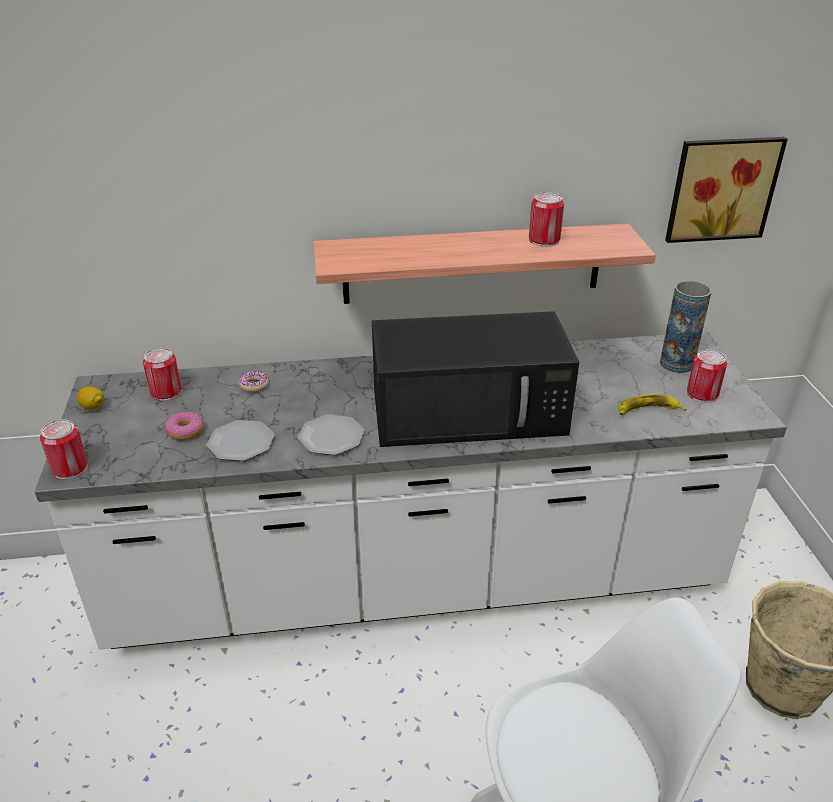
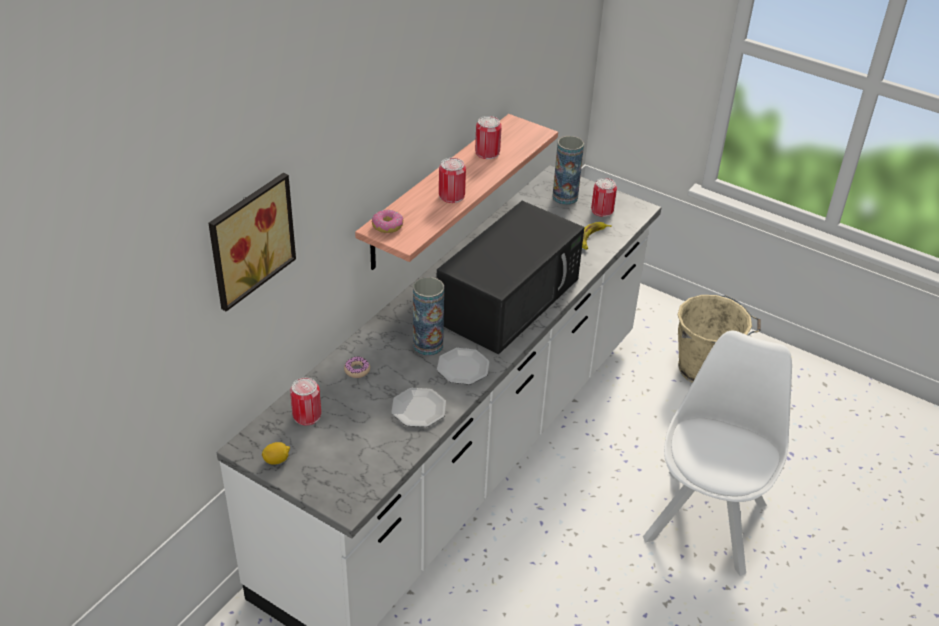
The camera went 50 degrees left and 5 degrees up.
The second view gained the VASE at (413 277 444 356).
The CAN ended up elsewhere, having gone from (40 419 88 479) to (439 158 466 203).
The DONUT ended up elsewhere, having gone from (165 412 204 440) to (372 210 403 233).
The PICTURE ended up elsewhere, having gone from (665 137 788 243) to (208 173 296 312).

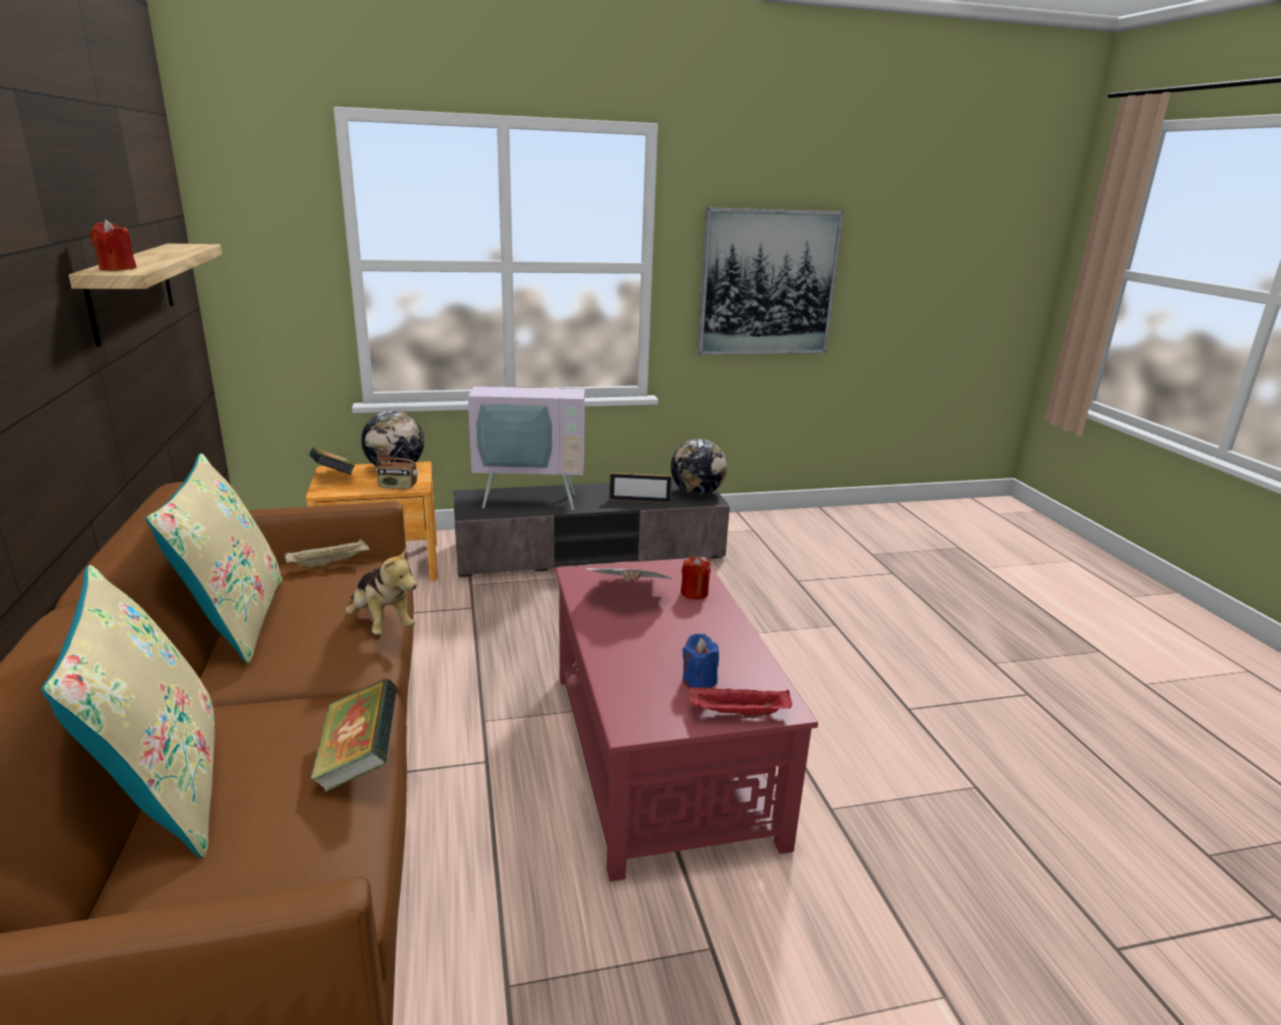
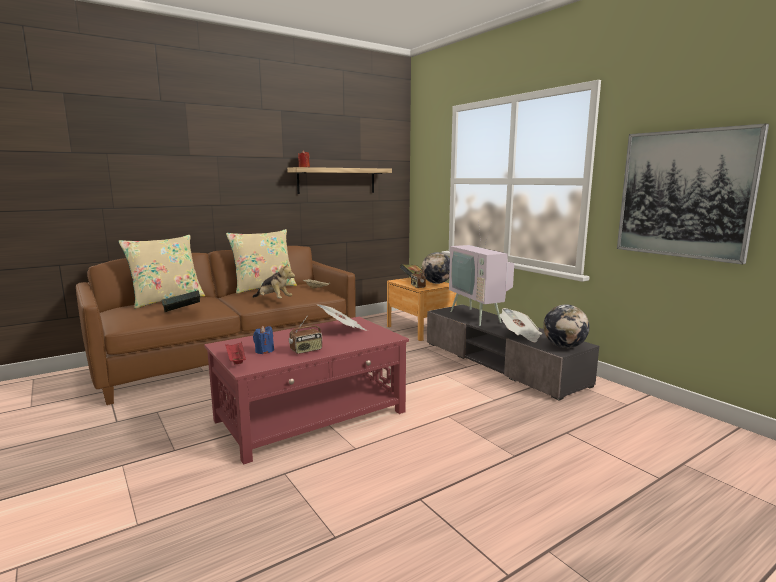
The camera went 70 degrees right and 10 degrees down.
The second view lost the RED CANDLE at (681 556 711 600).
The second view gained the RADIO at (289 315 322 354).
Where the PICTURE FRAME stood at (609 473 672 503), the NEWSPAPER came to stand at (500 308 542 343).
The PLUSH TOY at (346 546 417 635) ended up facing another way, 90 degrees counterclockwise from before.

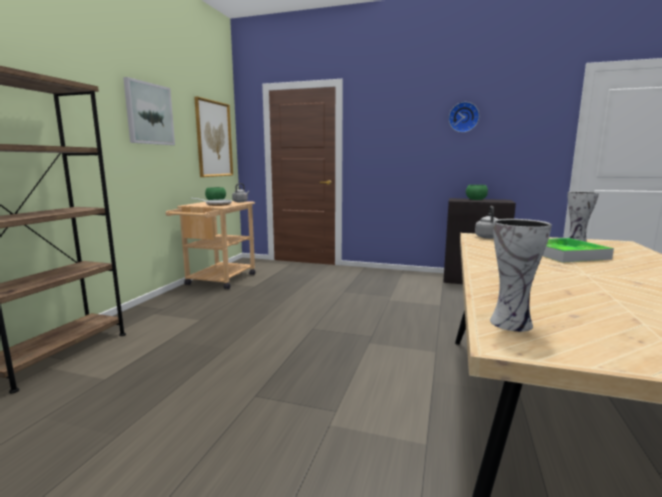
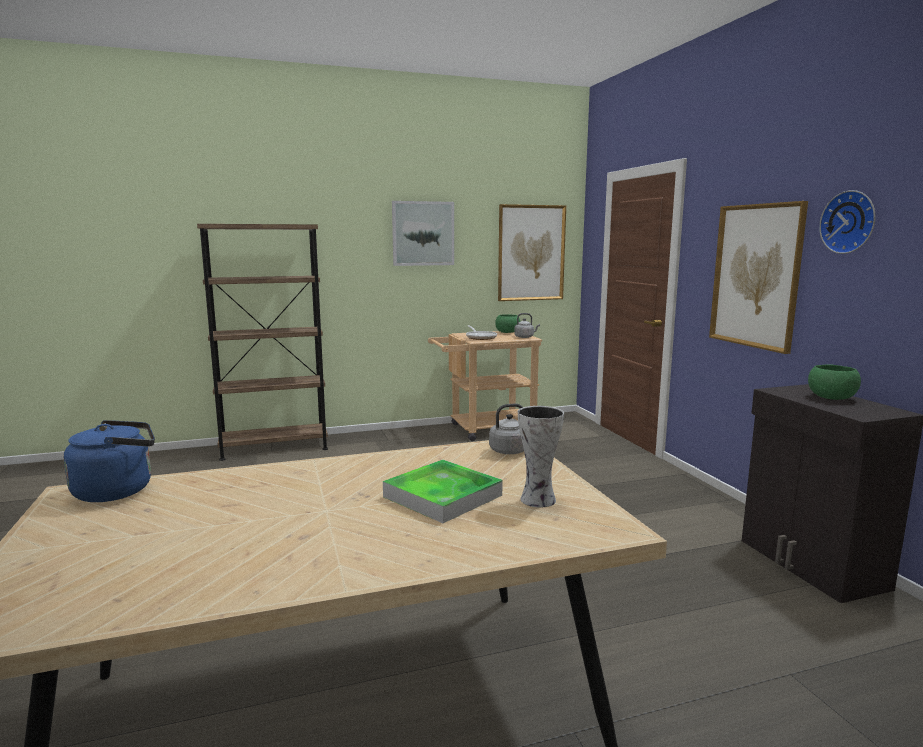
The camera went 55 degrees right and 0 degrees up.
The second view gained the PICTURE at (709 201 808 354).
Where the VASE stood at (490 219 552 332), the BLUE KETTLE came to stand at (64 420 155 502).

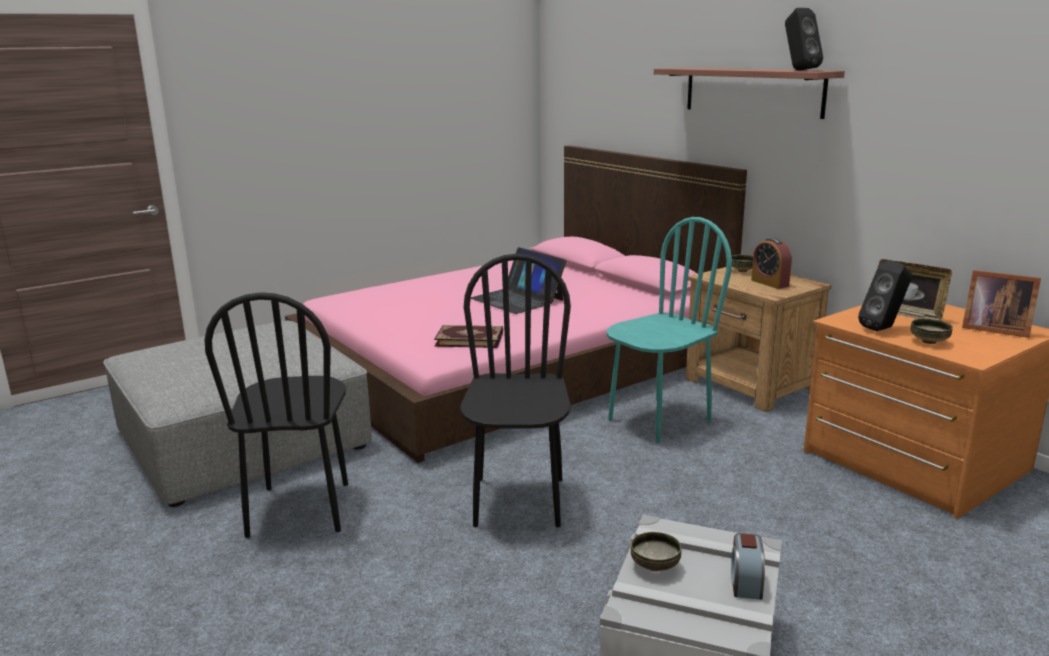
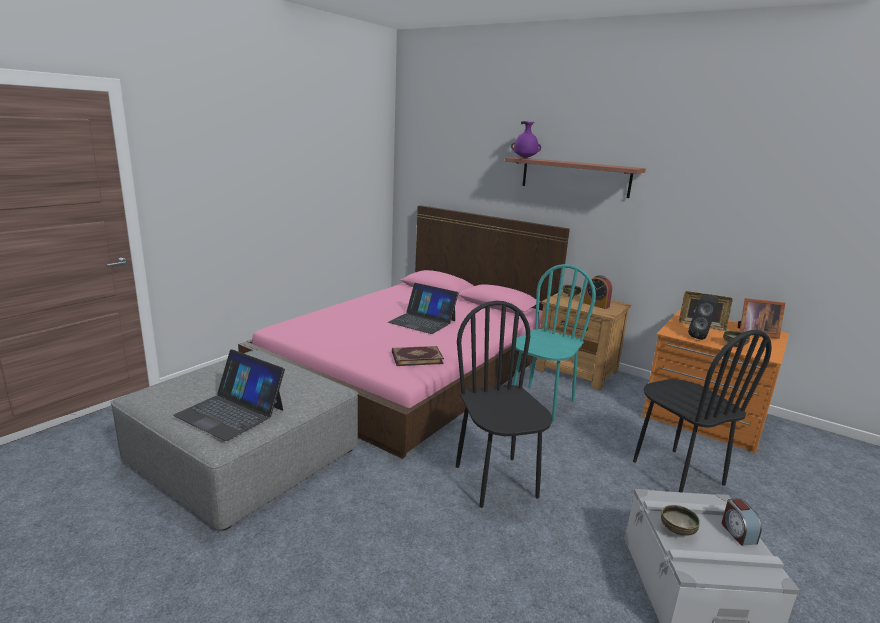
The camera went 20 degrees left and 0 degrees up.
The second view lost the BLACK SPEAKER at (785 8 823 71).
The second view gained the LAPTOP at (173 349 285 441).
The second view gained the PURPLE VASE at (511 121 541 158).
The BLACK CHAIR ended up elsewhere, having gone from (204 292 348 538) to (633 330 772 493).

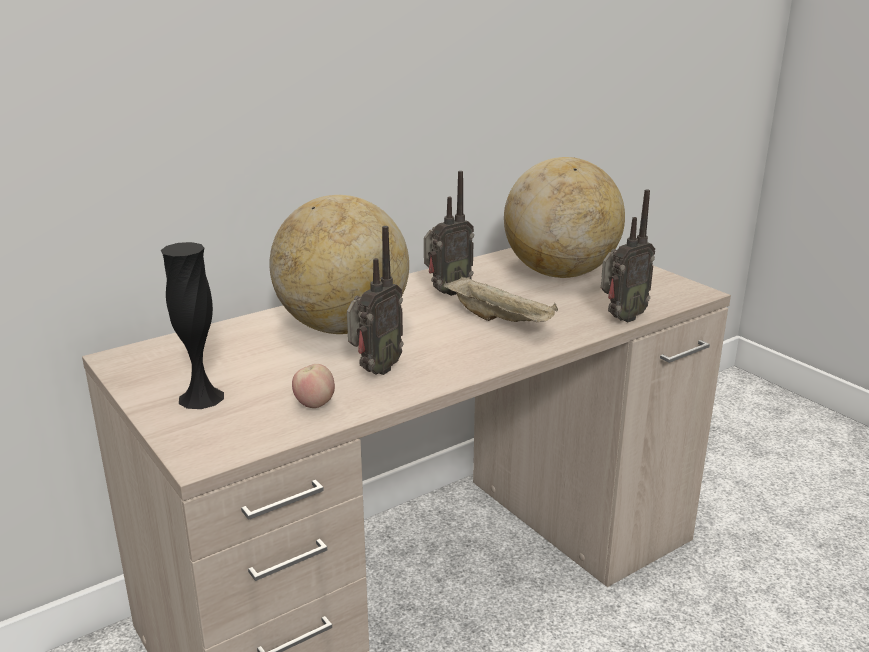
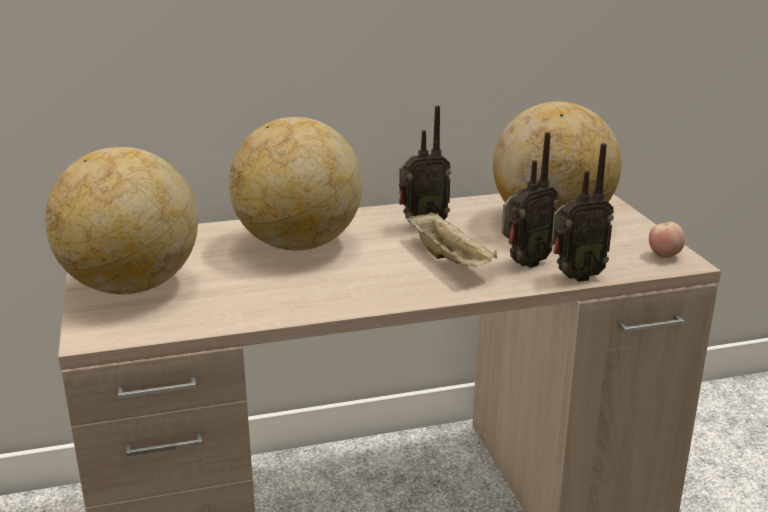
The camera went 20 degrees right and 0 degrees up.
The APPLE ended up elsewhere, having gone from (292 364 335 408) to (649 222 685 258).
The RADIO ended up elsewhere, having gone from (347 226 403 375) to (502 132 558 268).
Where the BLACK VASE stood at (161 242 224 409), the GLOBE came to stand at (45 147 198 294).

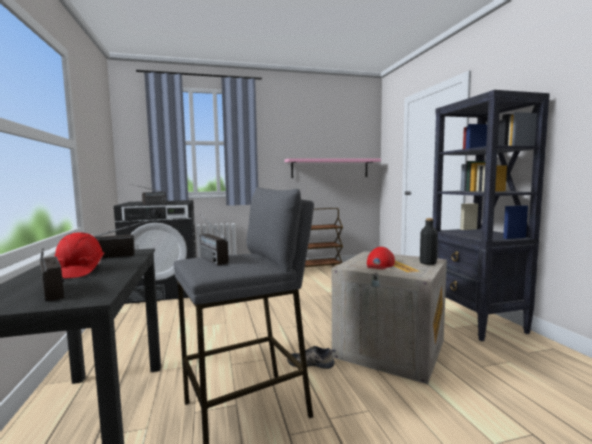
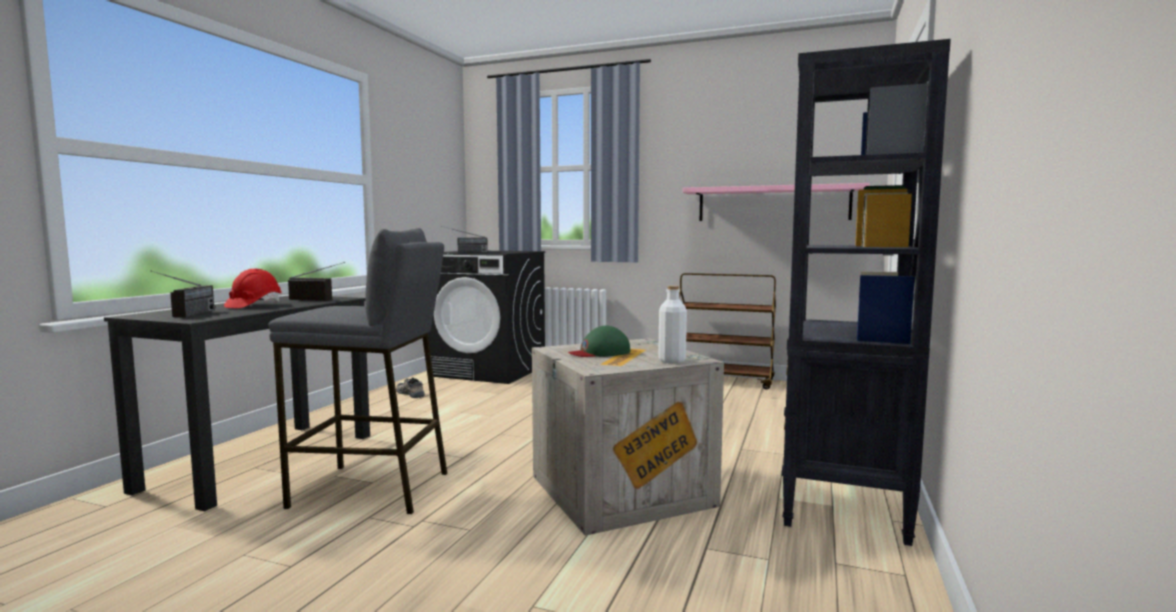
The camera went 35 degrees right and 0 degrees up.
The second view lost the RADIO at (200 214 229 265).
The SHOE ended up elsewhere, having gone from (287 346 336 369) to (396 377 425 398).
What was the RED CAP at (367 247 395 269) turned into the GREEN CAP at (568 326 630 357).
What was the BLACK BOTTLE at (420 218 438 265) turned into the WHITE BOTTLE at (658 285 687 363).

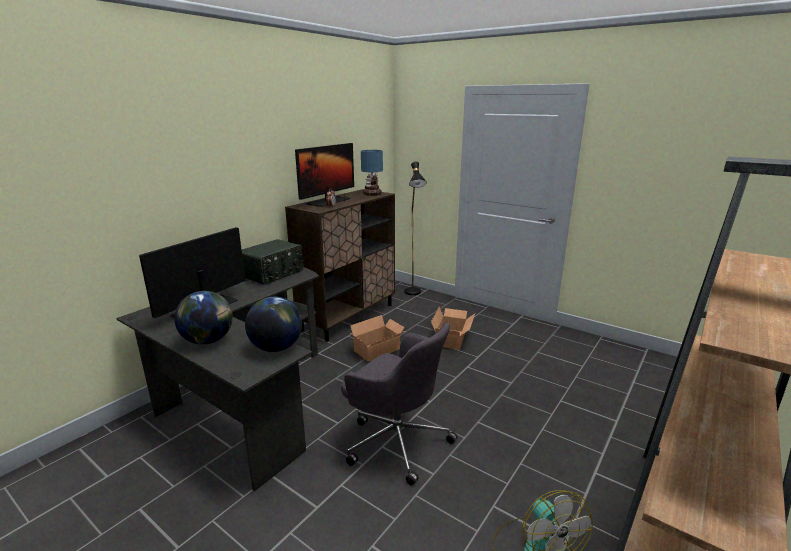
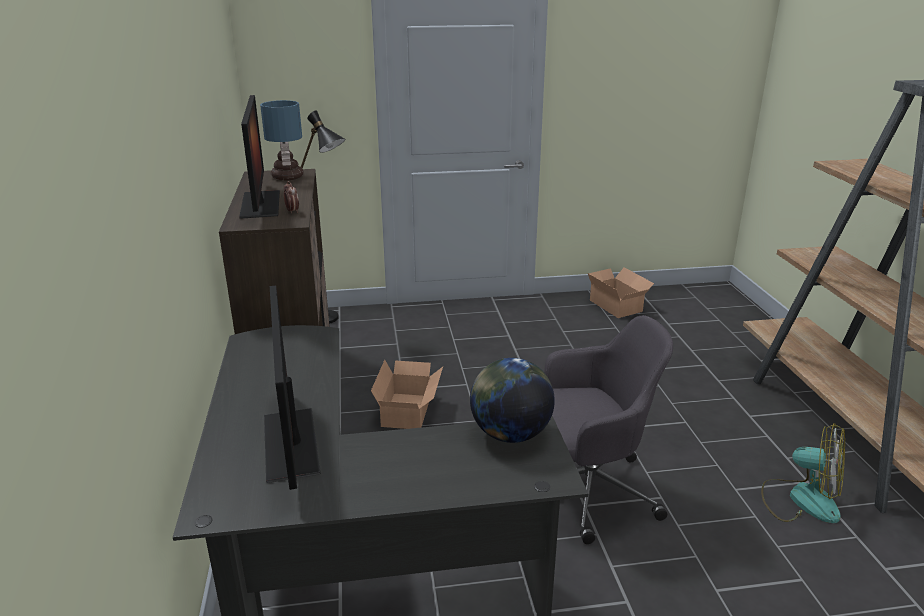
The camera went 45 degrees left and 5 degrees up.
The second view lost the GLOBE at (174 291 233 345).
The second view lost the RADIO at (242 239 304 285).
The CARDBOARD BOX ended up elsewhere, having gone from (431 307 475 350) to (588 267 654 318).

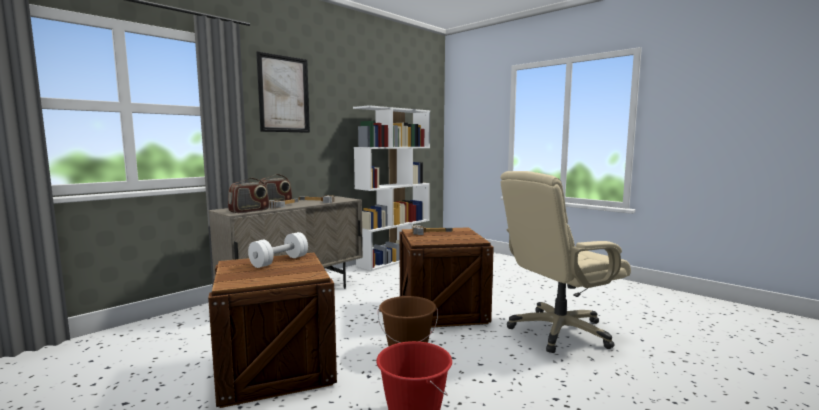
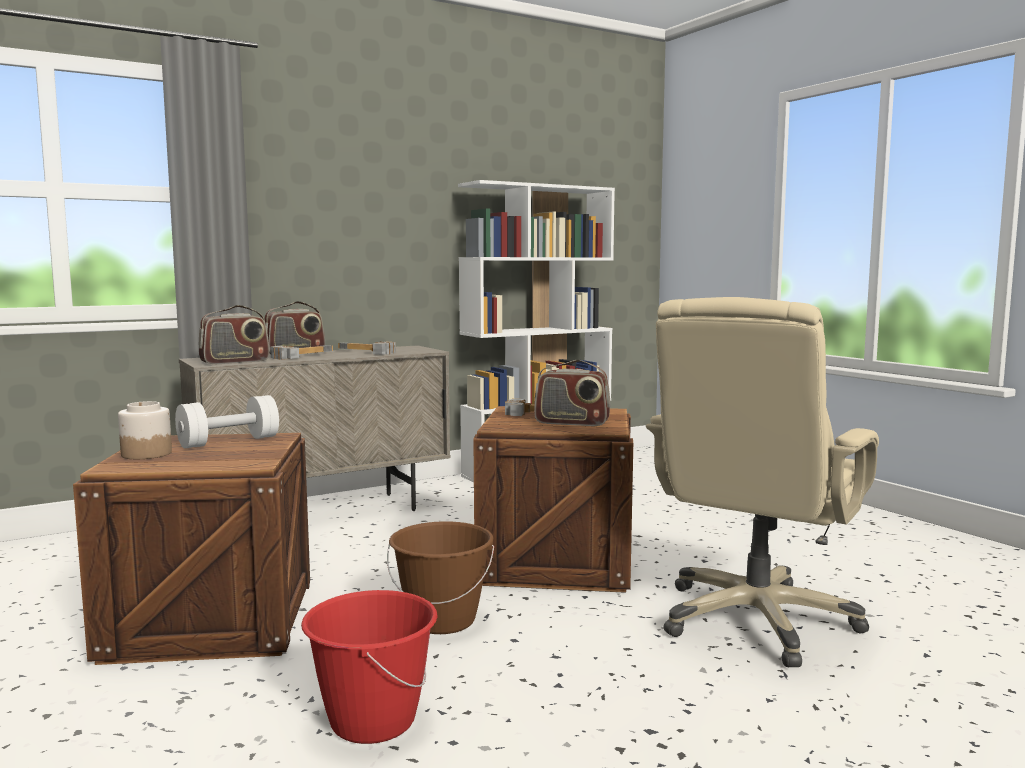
The camera went 15 degrees right and 0 degrees up.
The second view lost the PICTURE at (256 51 310 133).
The second view gained the JAR at (118 401 172 459).
The second view gained the RADIO at (534 360 611 426).
The BEIGE OFFICE CHAIR at (500 171 631 353) ended up facing another way, 45 degrees counterclockwise from before.

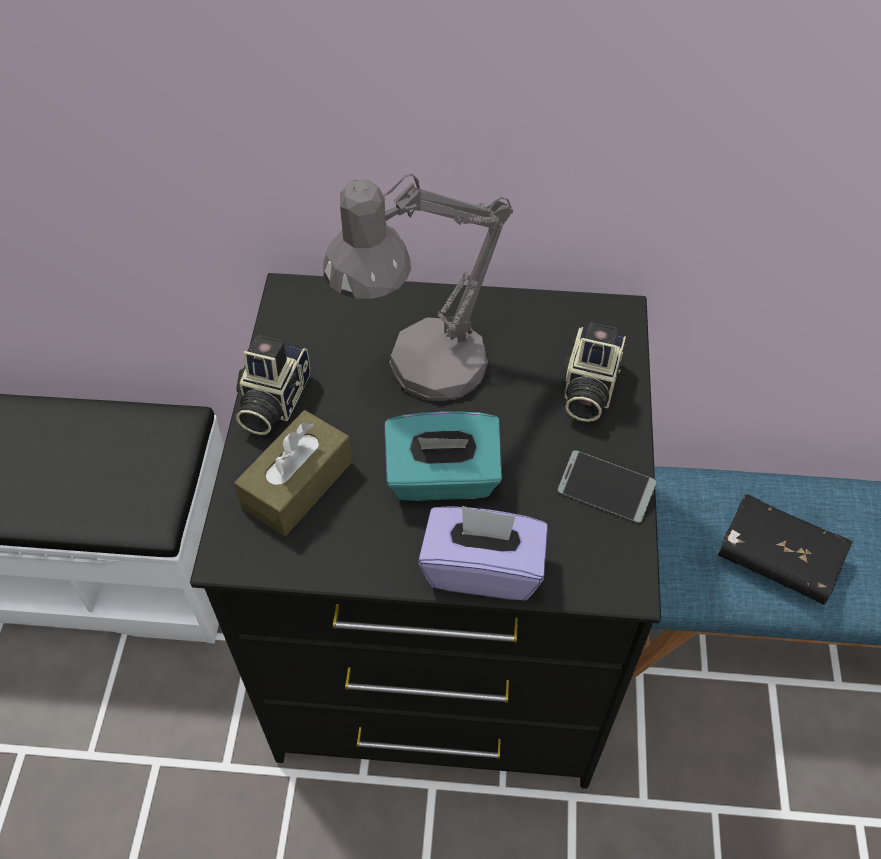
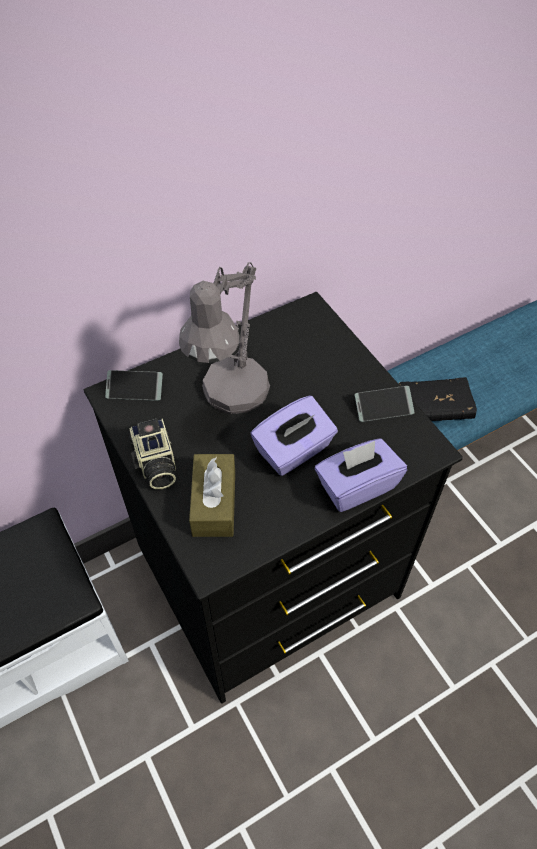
The camera went 35 degrees left and 0 degrees up.
The second view lost the PHOTO CAMERA at (560 323 626 422).
The second view gained the PHONE at (105 370 163 401).
What was the TURQUOISE TISSUE BOX at (385 411 502 501) turned into the PURPLE TISSUE BOX at (251 395 338 476).

